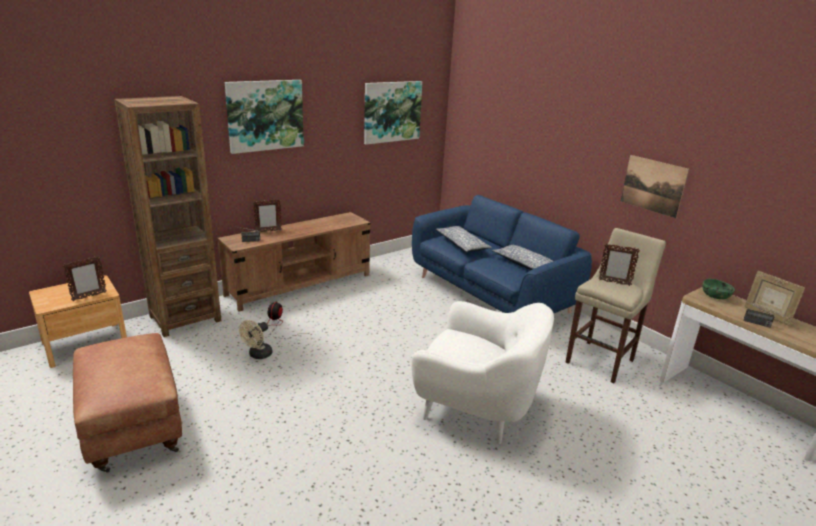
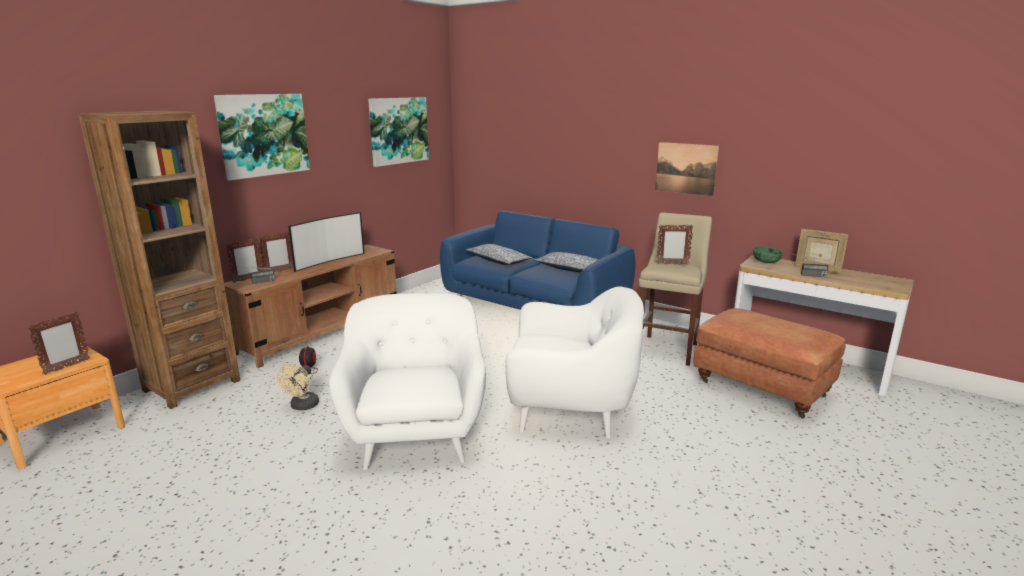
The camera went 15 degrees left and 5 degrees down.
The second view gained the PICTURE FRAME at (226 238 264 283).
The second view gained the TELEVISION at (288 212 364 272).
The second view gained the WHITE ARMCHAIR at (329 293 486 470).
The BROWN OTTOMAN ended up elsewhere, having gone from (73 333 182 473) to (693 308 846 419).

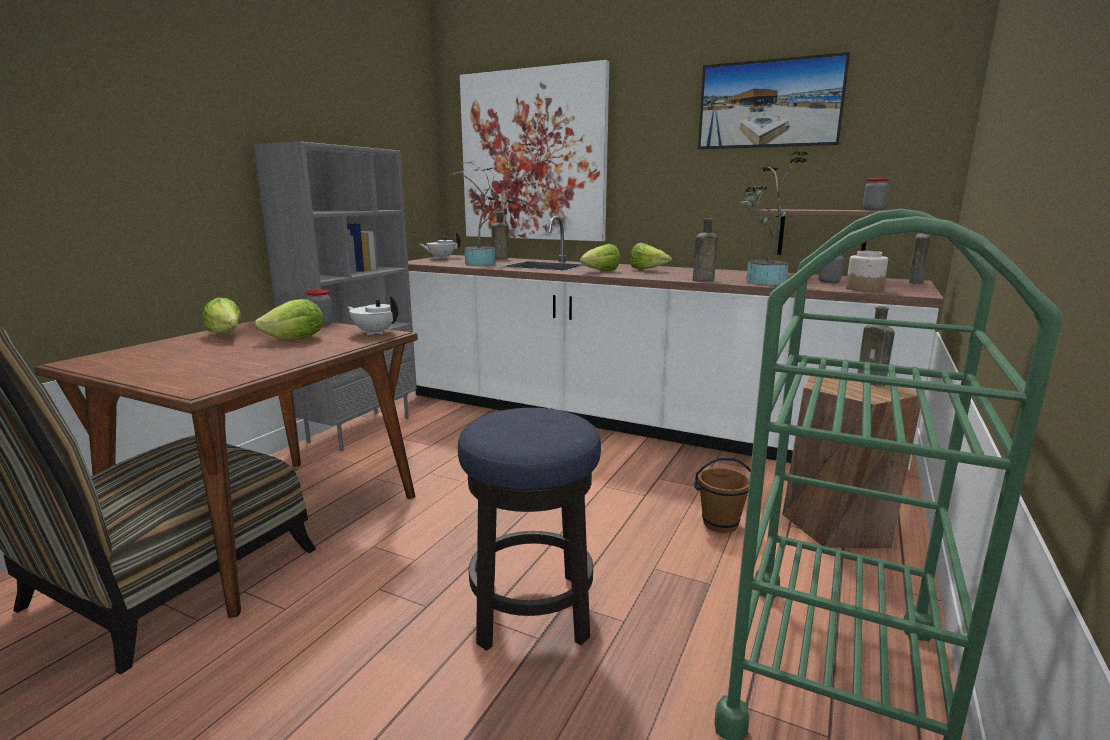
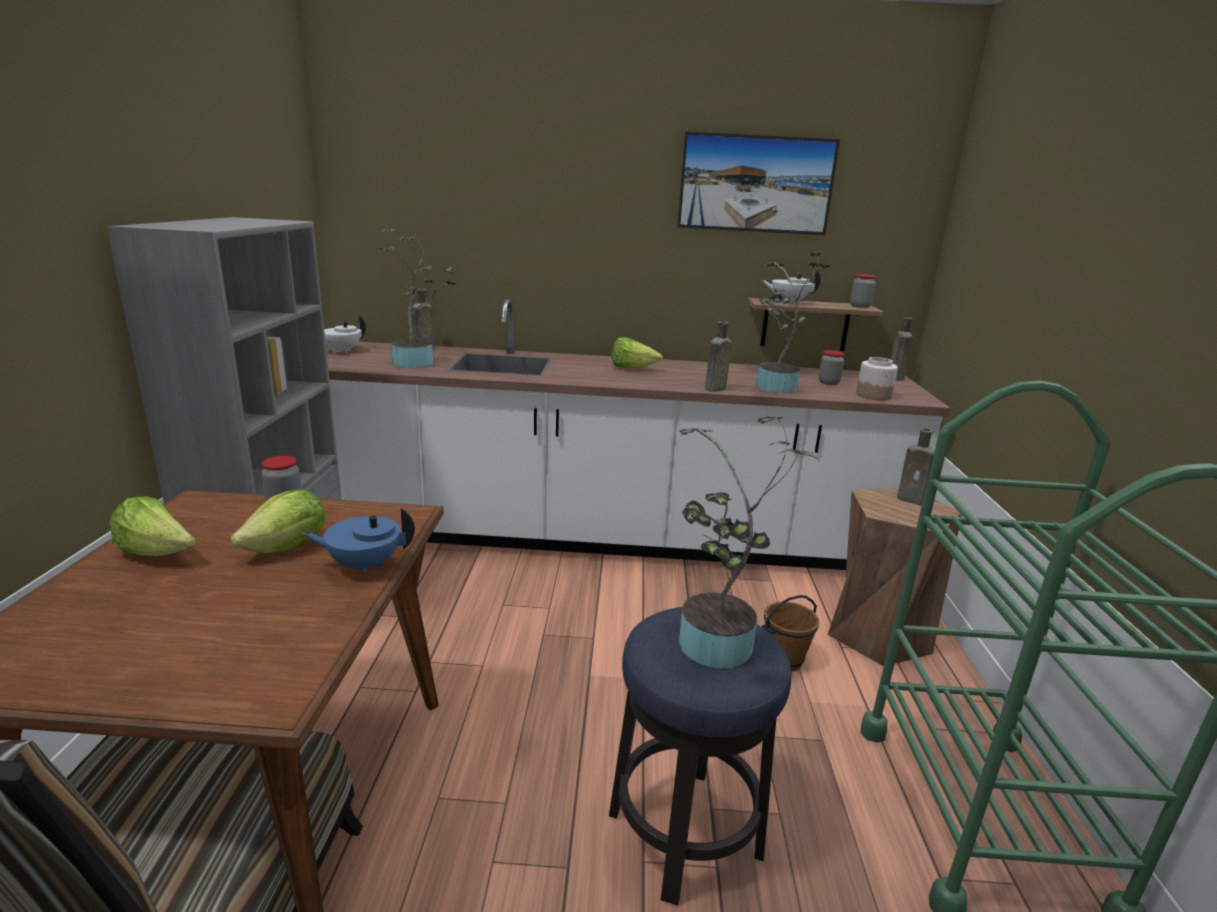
The camera went 25 degrees left and 5 degrees up.
The second view lost the PICTURE at (460 60 610 241).
The second view lost the LETTUCE at (580 244 620 271).
The second view gained the BLUE TEAPOT at (302 508 415 575).
The second view gained the POTTED PLANT at (679 416 817 669).
The WHITE TEAPOT ended up elsewhere, having gone from (348 295 398 335) to (761 269 821 304).

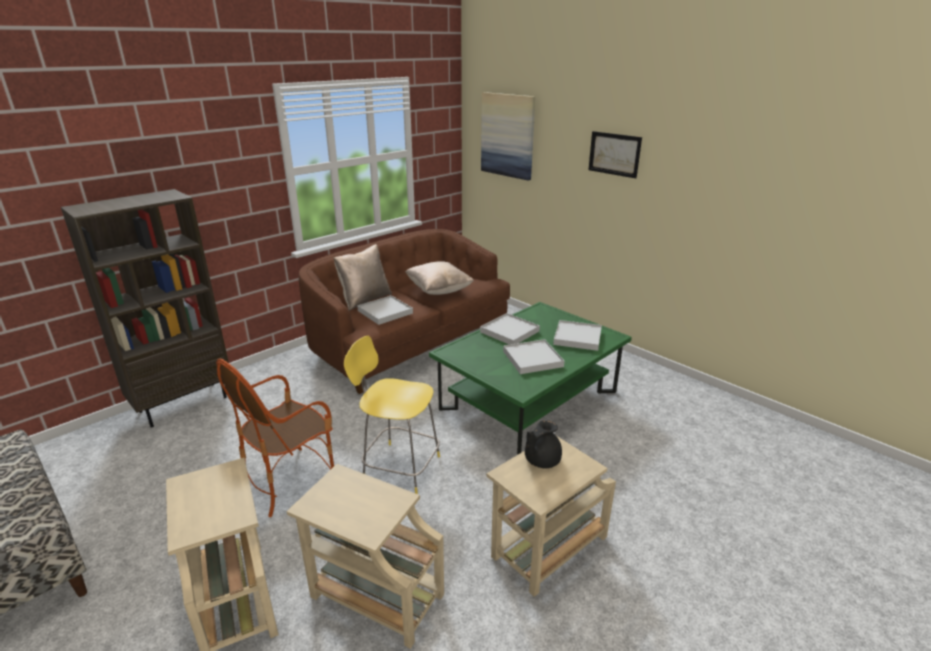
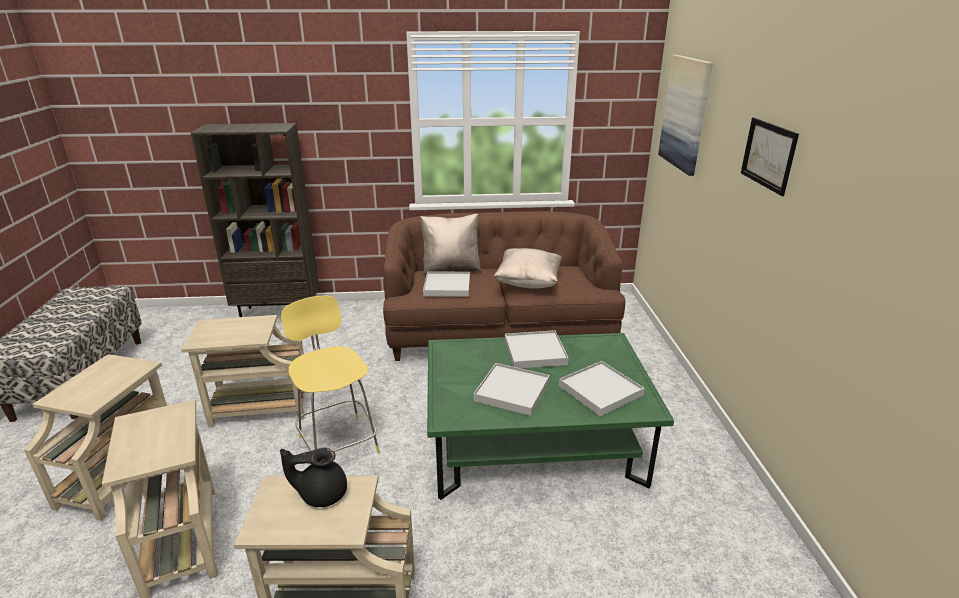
The camera went 40 degrees right and 0 degrees up.
Where the ARMCHAIR stood at (216 358 334 517), the BEIGE SIDE TABLE came to stand at (181 315 309 427).

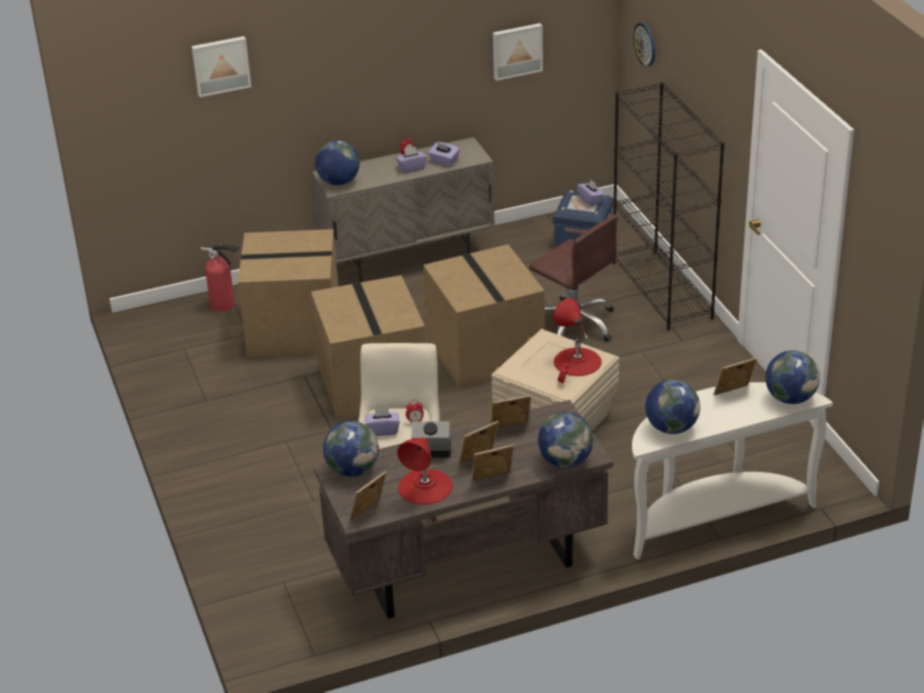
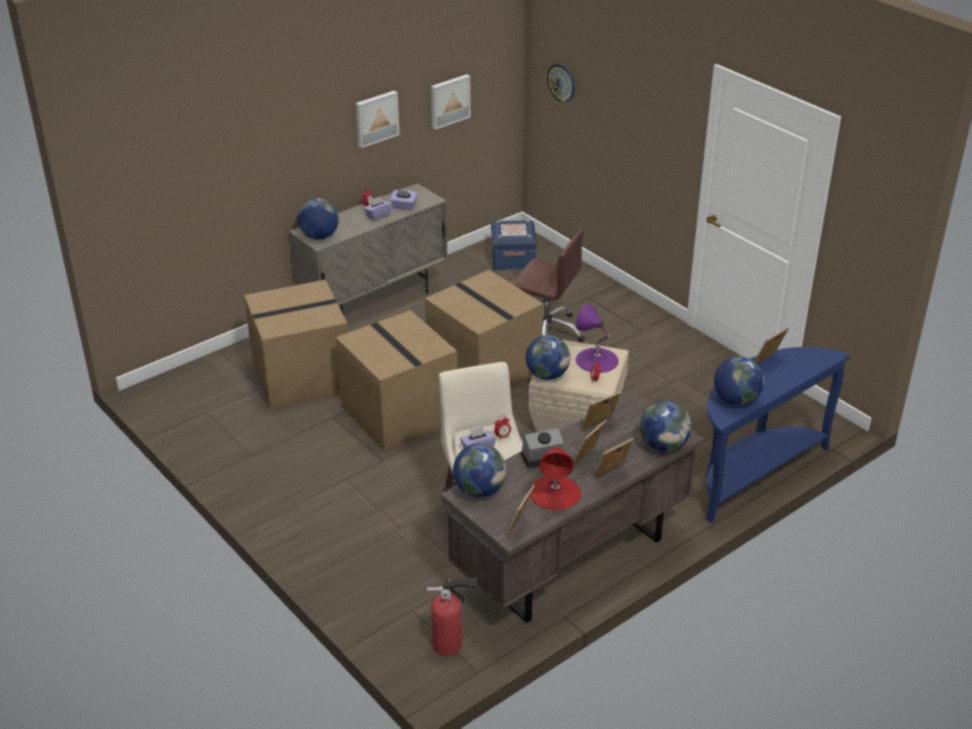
The camera went 20 degrees left and 0 degrees up.
The second view lost the PURPLE TISSUE BOX at (577 180 605 206).
The second view lost the BLACK BOOKCASE at (613 82 725 330).
The PICTURE ended up elsewhere, having gone from (191 36 251 97) to (356 91 399 148).
The FIRE EXTINGUISHER ended up elsewhere, having gone from (201 244 239 312) to (427 578 477 656).
The GLOBE ended up elsewhere, having gone from (765 350 820 404) to (526 335 570 380).
What was the RED TABLE LAMP at (553 298 602 376) turned into the PURPLE TABLE LAMP at (576 304 619 373).
What was the WHITE CONSOLE TABLE at (632 382 833 559) turned into the BLUE CONSOLE TABLE at (706 347 850 523).

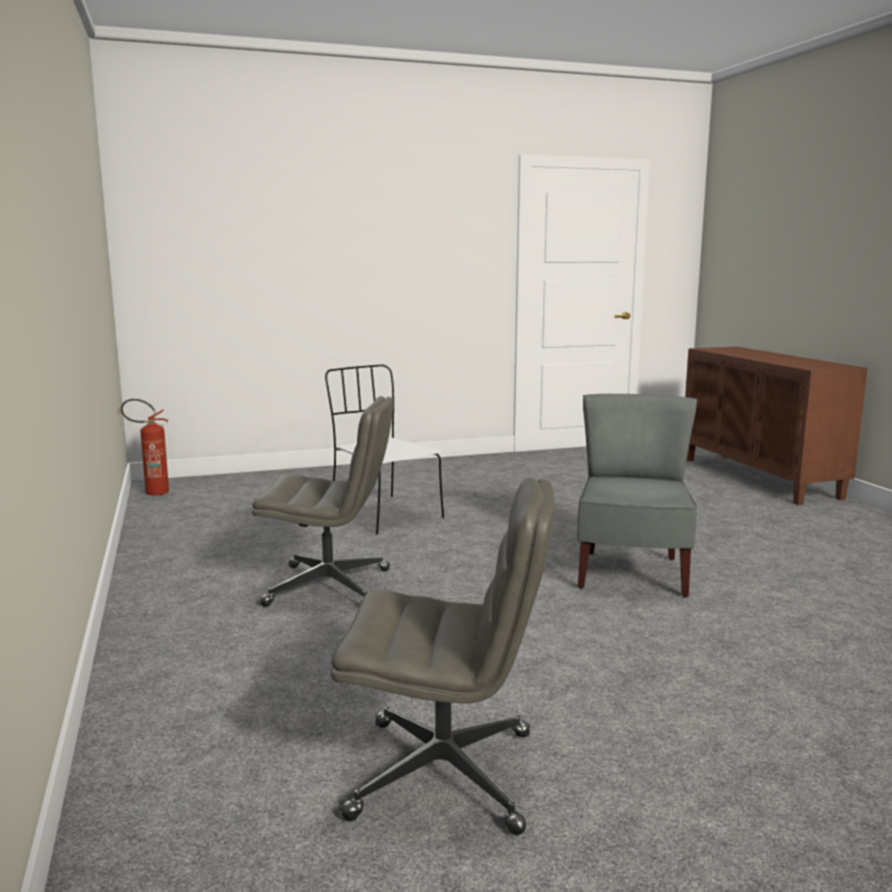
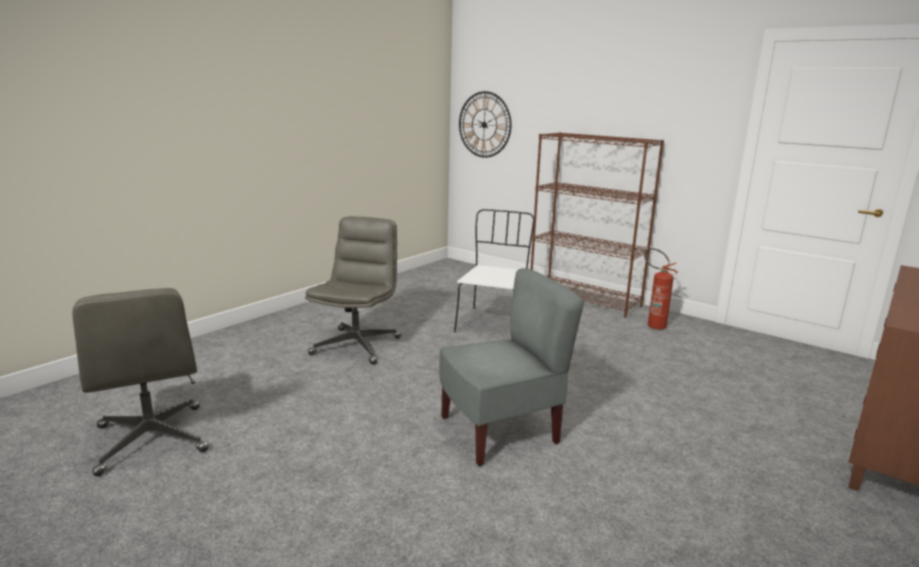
The camera went 55 degrees right and 5 degrees up.
The second view gained the WALL CLOCK at (459 91 511 158).
The second view gained the BROWN BOOKCASE at (531 132 664 318).
The FIRE EXTINGUISHER ended up elsewhere, having gone from (121 399 169 496) to (644 248 678 330).
The GREY OFFICE CHAIR at (252 396 393 607) ended up facing another way, 135 degrees counterclockwise from before.

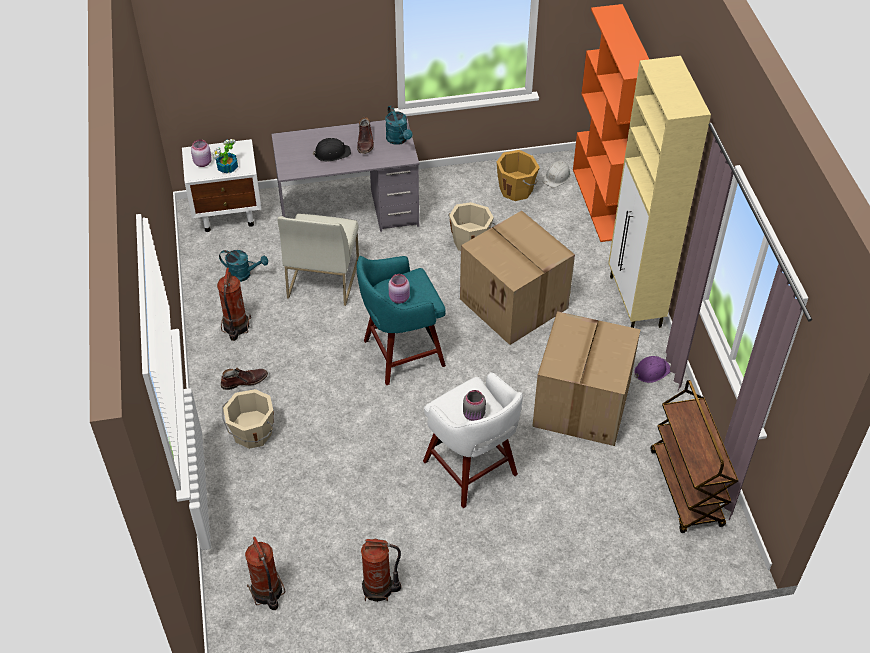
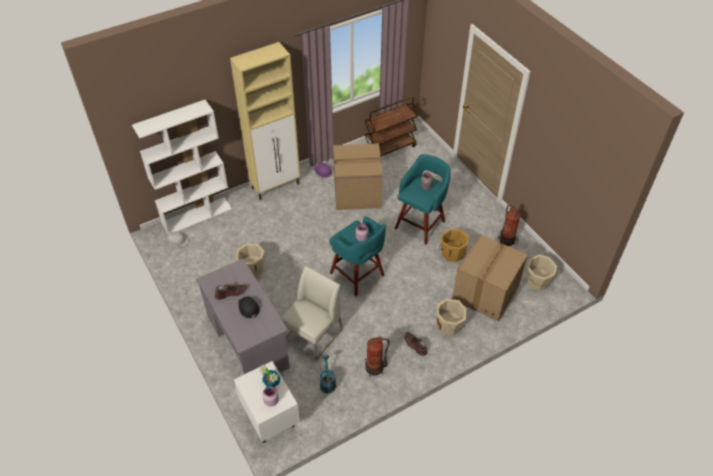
The camera went 110 degrees left and 0 degrees up.
The second view lost the TURQUOISE WATERING CAN at (385 106 412 145).
The CARDBOARD BOX ended up elsewhere, having gone from (460 211 575 345) to (452 234 528 322).
The ORANGE BUCKET ended up elsewhere, having gone from (497 150 540 201) to (439 229 469 262).
Where the FIRE EXTINGUISHER stood at (245 537 285 610), the BEIGE BUCKET came to stand at (526 254 557 291).
What was the WHITE STOOL at (423 372 523 508) turned into the TURQUOISE STOOL at (395 154 451 244).
What was the ORANGE BOOKCASE at (573 4 649 242) turned into the WHITE BOOKCASE at (132 100 232 235).
The WHITE CHAIR at (277 214 359 306) ended up facing another way, 45 degrees counterclockwise from before.

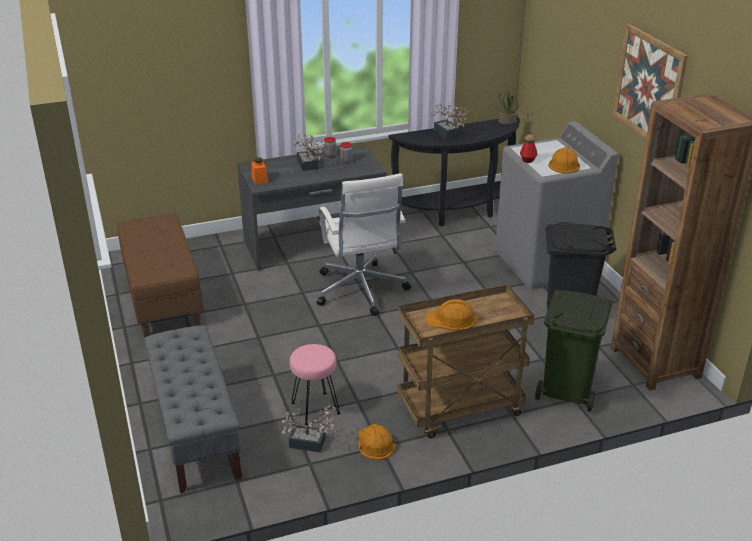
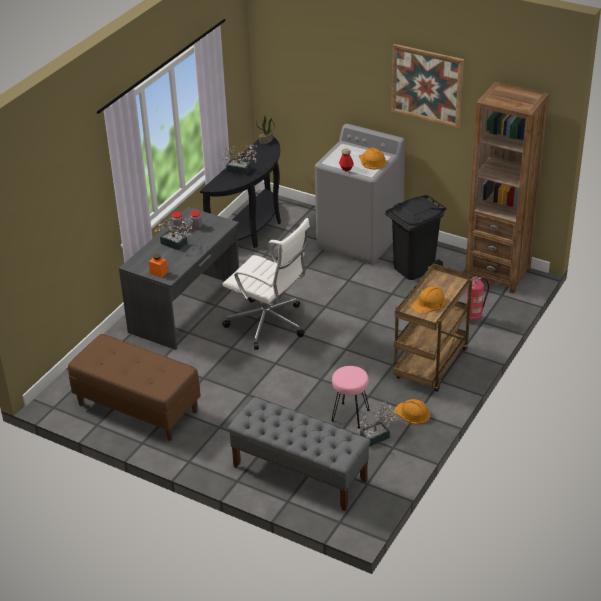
The camera went 40 degrees left and 5 degrees up.
Where the GREEN TRASH CAN stood at (535 290 613 412), the FIRE EXTINGUISHER came to stand at (465 276 489 325).

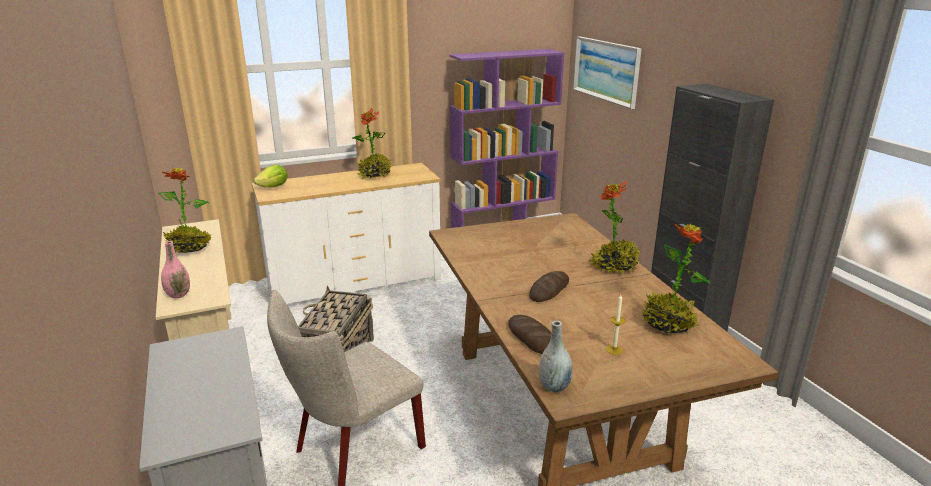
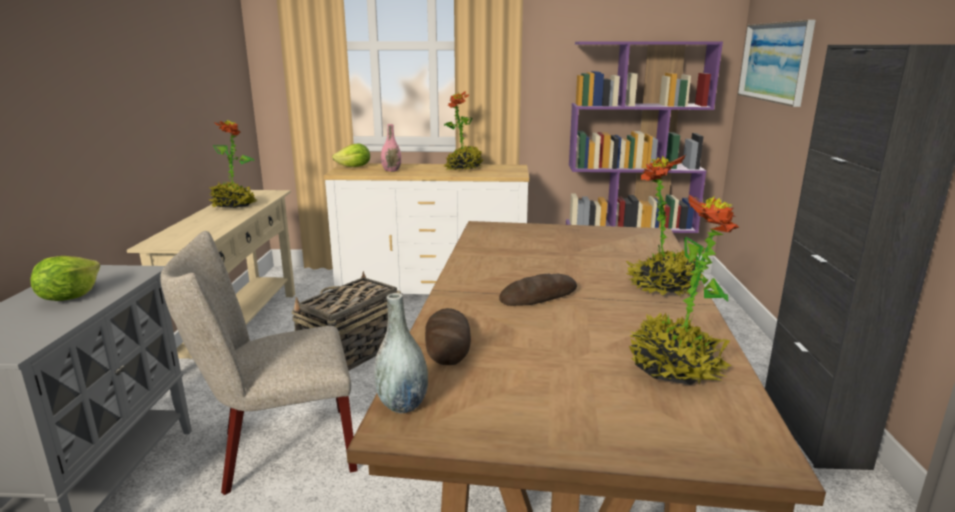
The camera went 25 degrees right and 5 degrees down.
The second view lost the CANDLE at (606 295 625 355).
The second view gained the LETTUCE at (30 256 100 301).
The PINK VASE ended up elsewhere, having gone from (161 241 190 298) to (381 124 401 172).

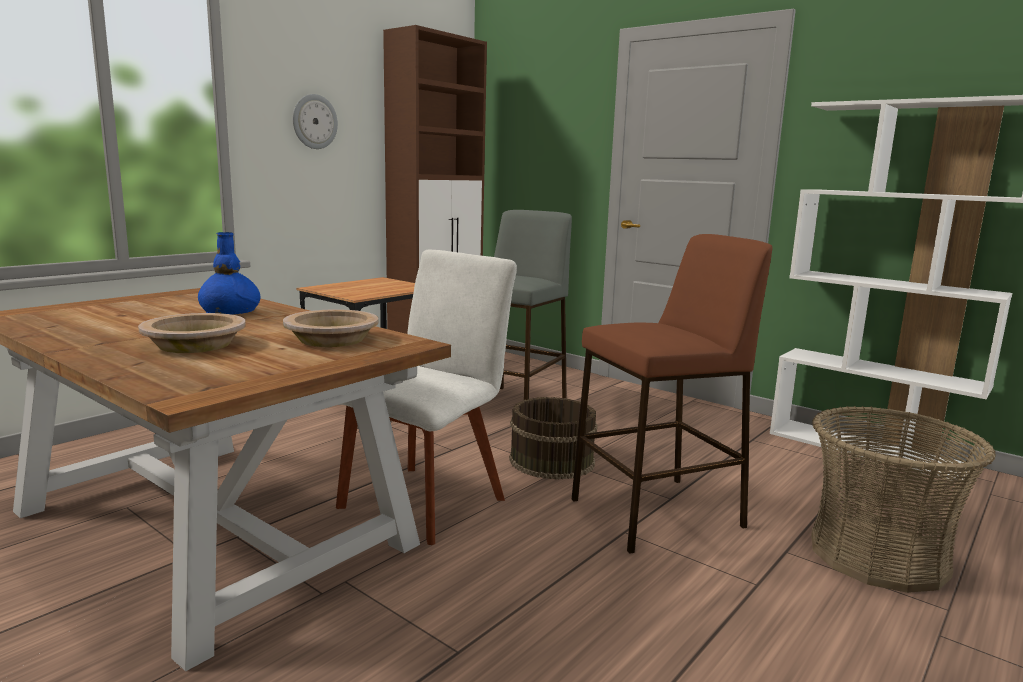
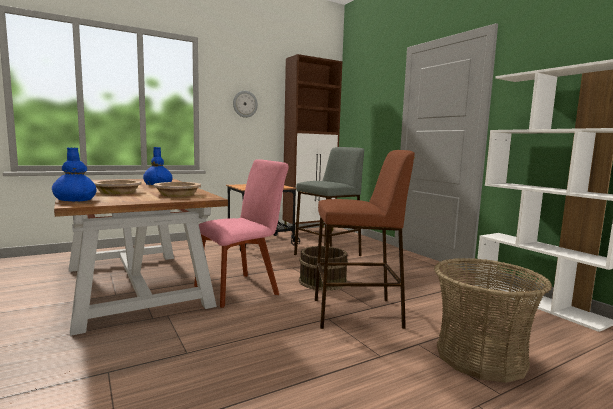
The camera went 20 degrees right and 5 degrees down.
The second view gained the BLUE VASE at (52 148 97 202).
What was the WHITE CHAIR at (336 250 517 545) turned into the PINK CHAIR at (194 159 289 308).

